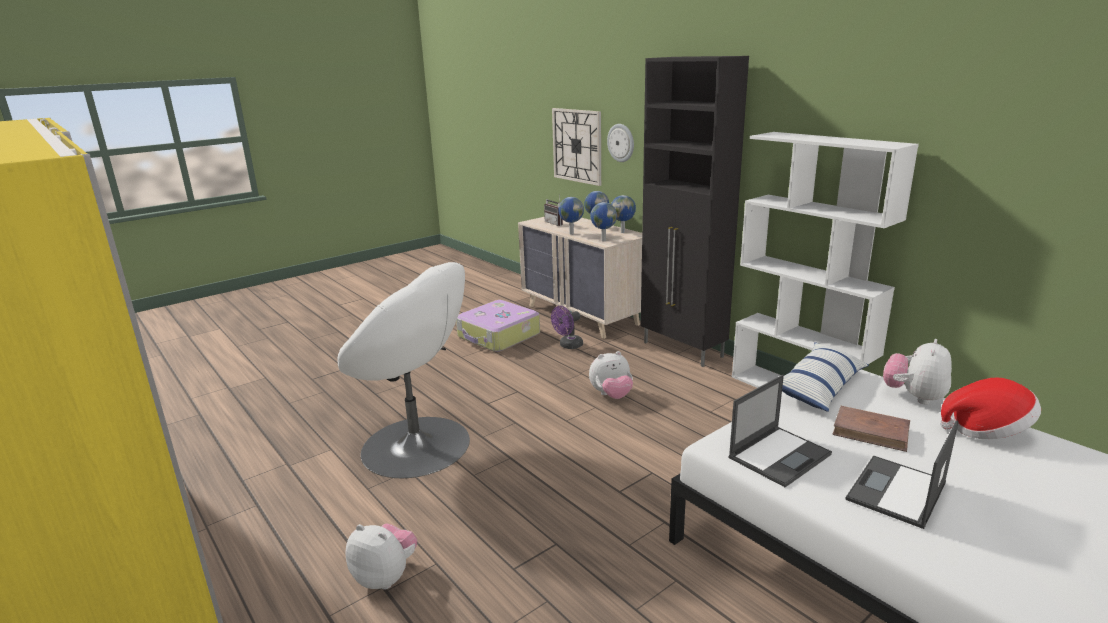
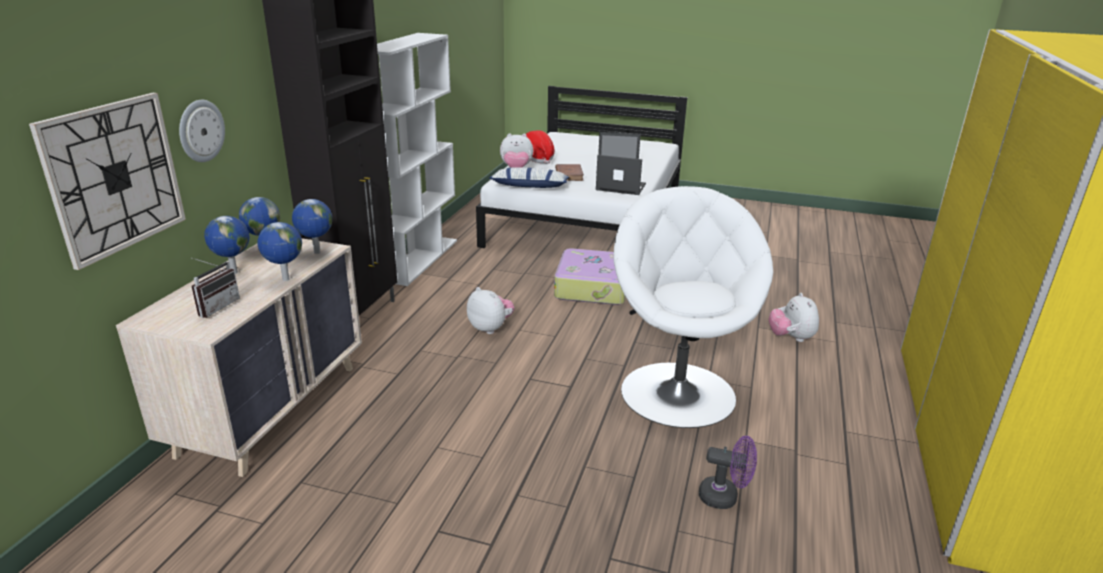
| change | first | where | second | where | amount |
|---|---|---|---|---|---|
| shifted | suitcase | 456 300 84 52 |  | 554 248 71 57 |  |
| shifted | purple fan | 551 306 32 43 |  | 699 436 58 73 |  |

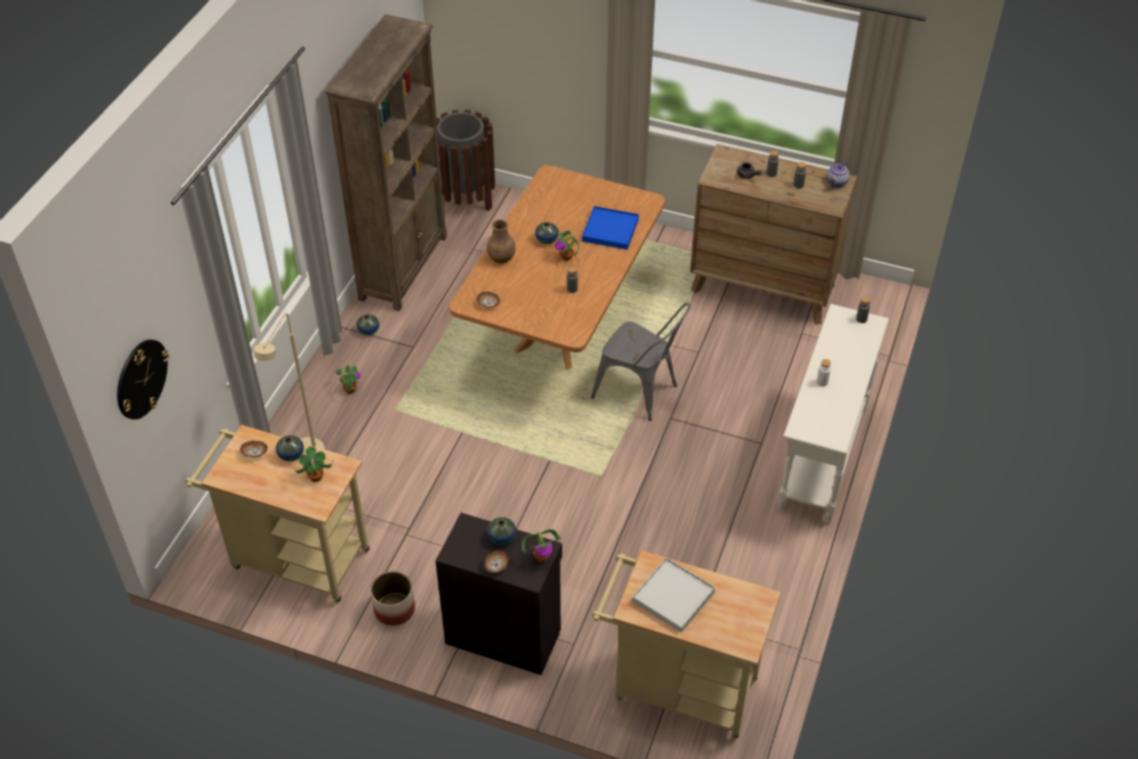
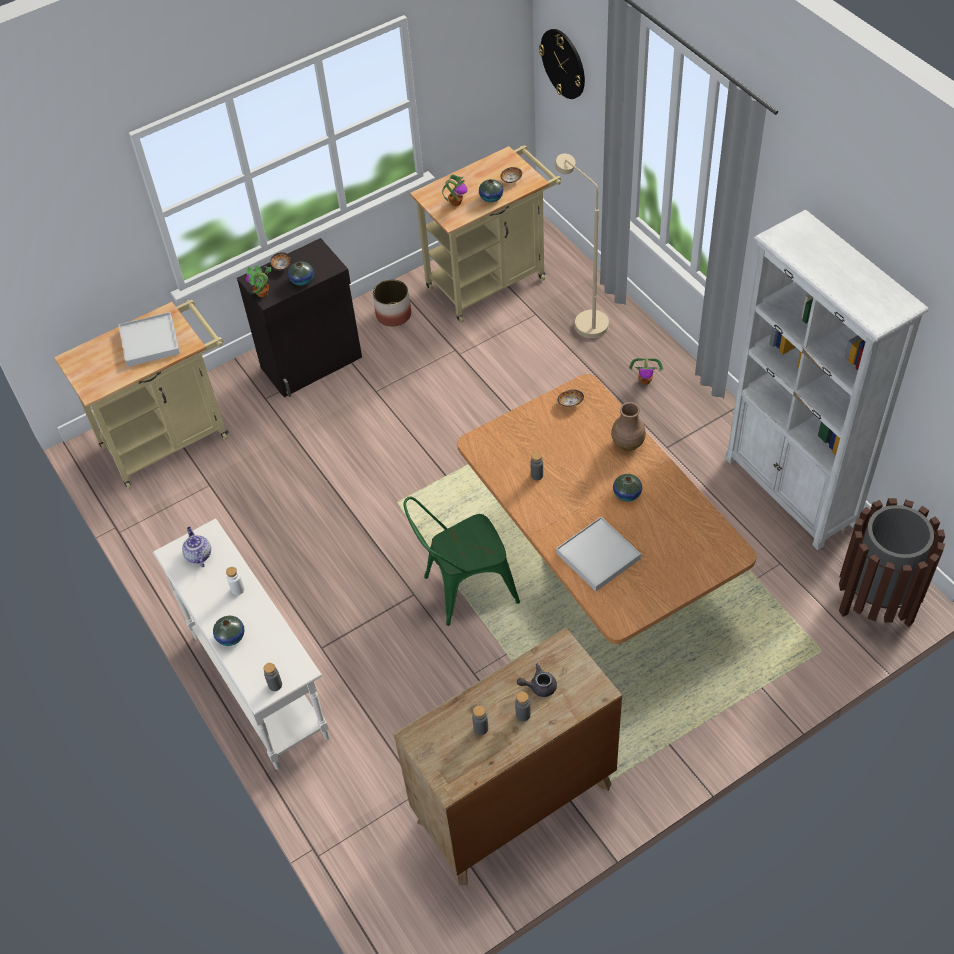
| change | first | where | second | where | amount |
|---|---|---|---|---|---|
| repainted | brown bookcase | 325 14 122 297 | white bookcase | 725 210 204 340 |  |
| shifted | teapot | 827 161 23 26 |  | 182 526 29 41 |  |
| repainted | blue tray | 582 206 57 44 | white tray | 556 517 85 74 |  |
| gone | potted plant | 555 230 25 31 |  |  |  |
| repainted | grey chair | 591 303 100 118 | green chair | 404 496 116 130 |  |
| shifted | vase | 357 314 22 21 |  | 213 616 32 30 |  |

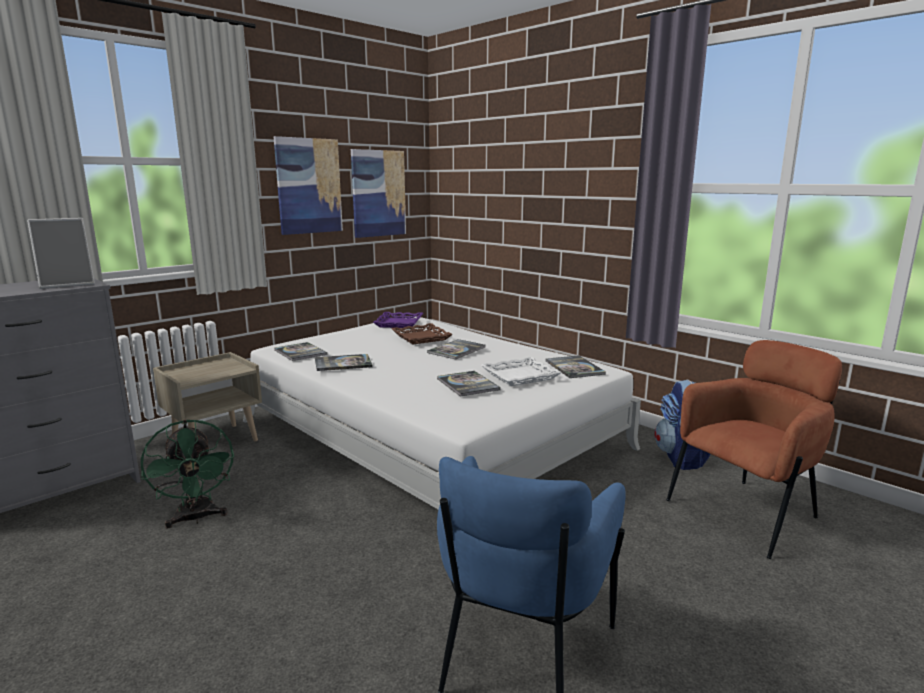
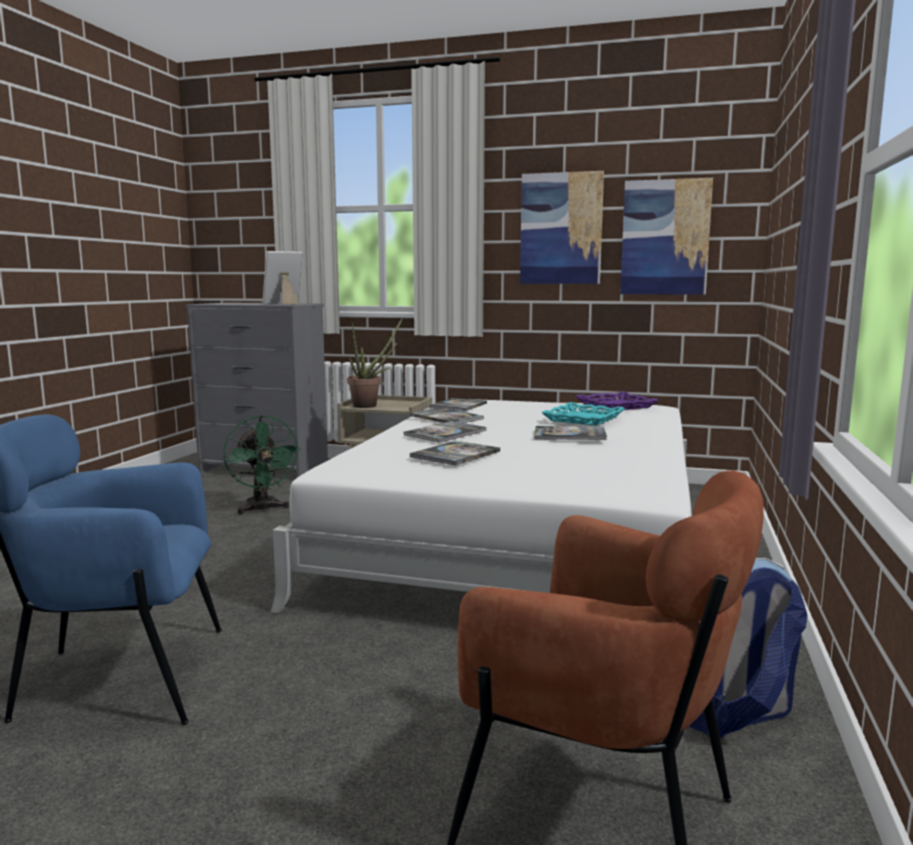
| change | first | where | second | where | amount |
|---|---|---|---|---|---|
| rotated | picture frame | 27 218 68 71 |  | 263 251 40 54 | 120 degrees clockwise |
| repainted | brown tray | 391 323 62 21 | turquoise tray | 541 402 84 24 |  |
| shifted | book | 545 355 61 23 |  | 404 421 83 22 |  |
| gone | white tray | 481 357 81 29 |  |  |  |
| rotated | green fan | 141 419 93 109 |  | 223 415 78 100 | 60 degrees counterclockwise |
| new |  |  | potted plant | 347 318 56 90 |  |

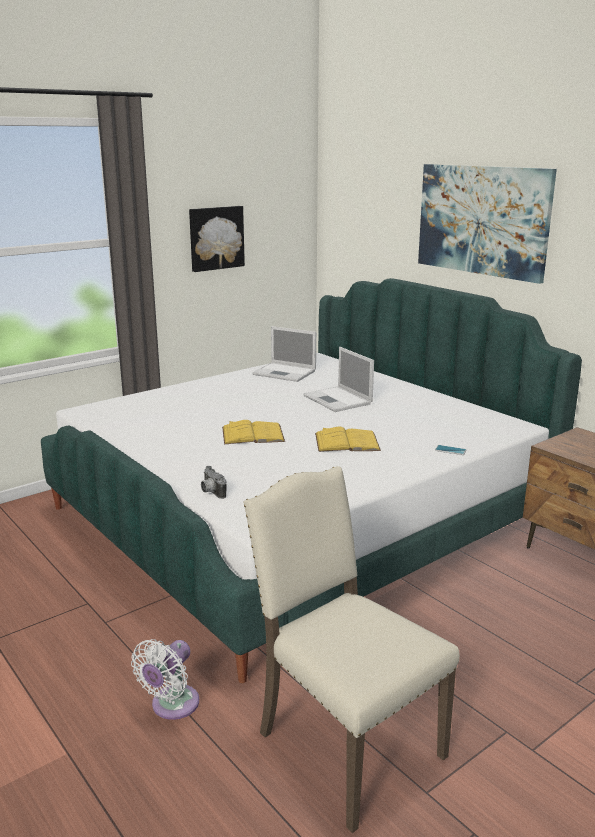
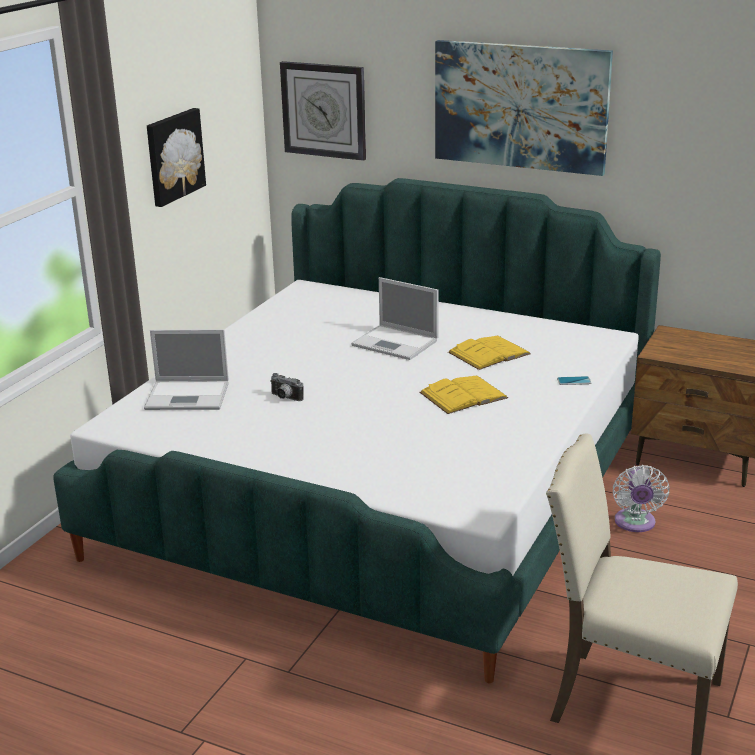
| change | first | where | second | where | amount |
|---|---|---|---|---|---|
| shifted | laptop | 253 326 63 56 |  | 144 329 85 81 |  |
| shifted | yellow book | 222 420 63 24 |  | 448 336 83 34 |  |
| shifted | photo camera | 201 466 25 33 |  | 270 373 34 28 |  |
| shifted | white fan | 131 639 68 81 |  | 613 465 56 67 |  |
| new |  |  | wall clock | 280 61 86 100 |  |

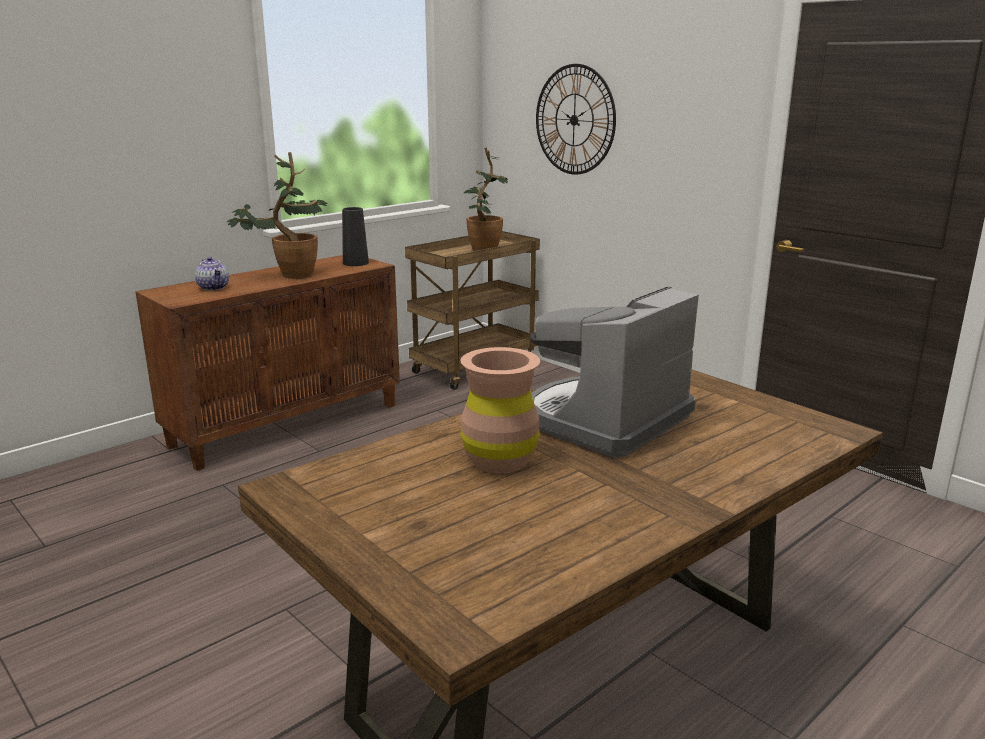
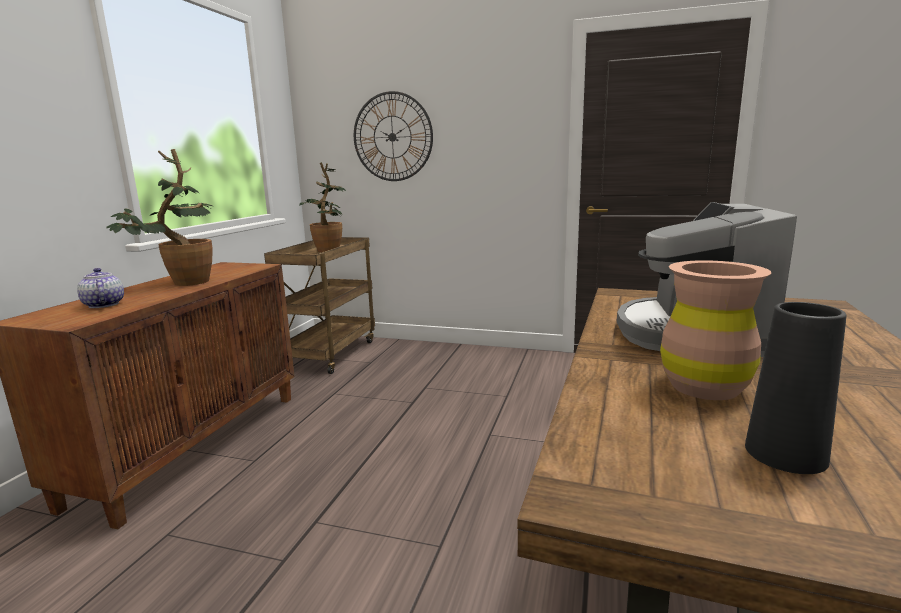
| change | first | where | second | where | amount |
|---|---|---|---|---|---|
| shifted | black vase | 342 207 27 59 |  | 745 302 102 172 |  |
| rotated | teapot | 195 257 34 34 |  | 77 268 47 40 | 150 degrees counterclockwise |

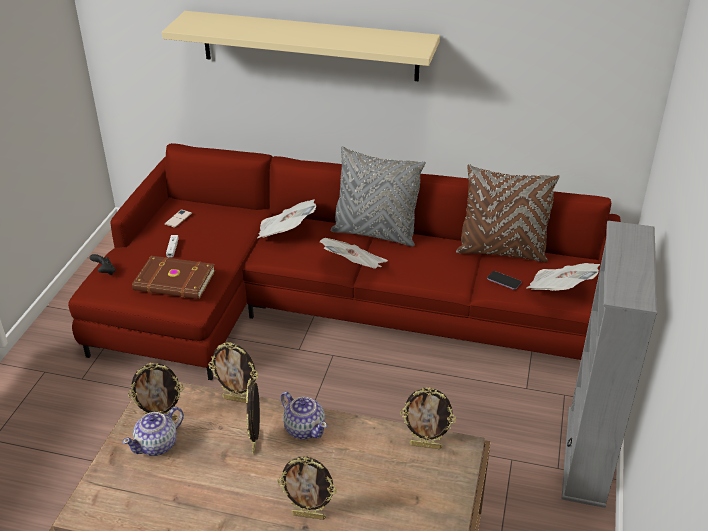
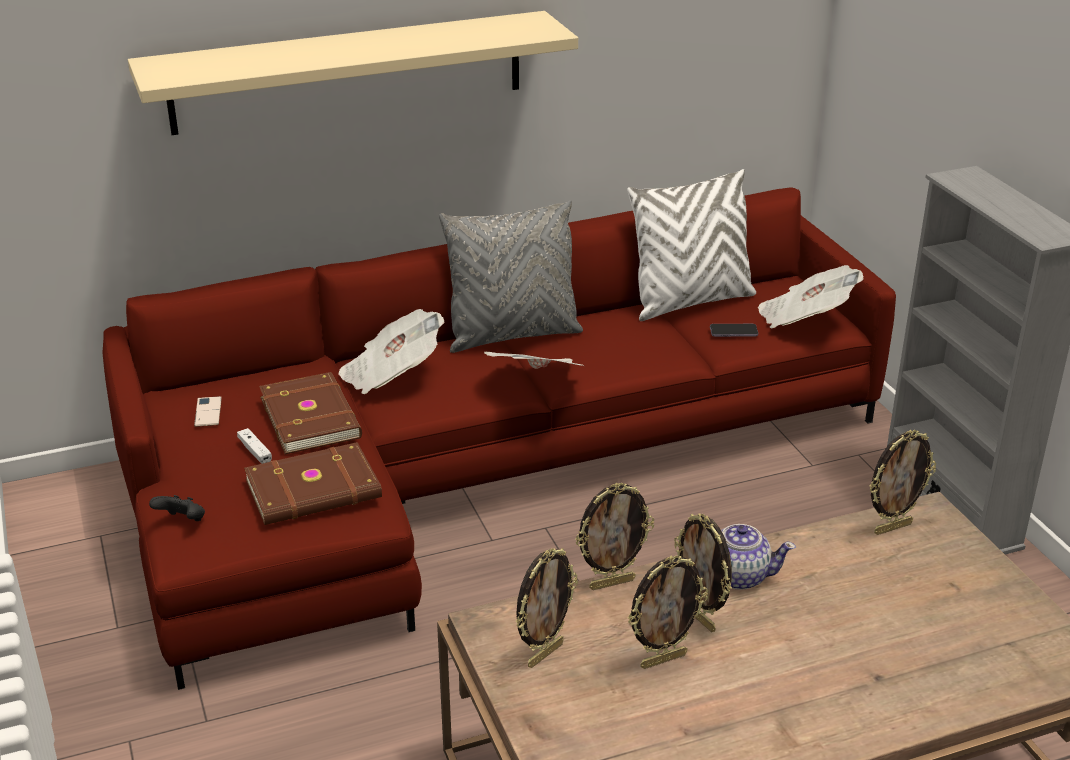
| change | first | where | second | where | amount |
|---|---|---|---|---|---|
| repainted | brown pillow | 456 164 104 99 | white pillow | 627 169 129 152 |  |
| gone | teapot | 122 407 62 49 |  |  |  |
| shifted | picture frame | 277 457 60 63 |  | 628 556 80 113 |  |
| new |  |  | brown book | 259 372 103 82 |  |

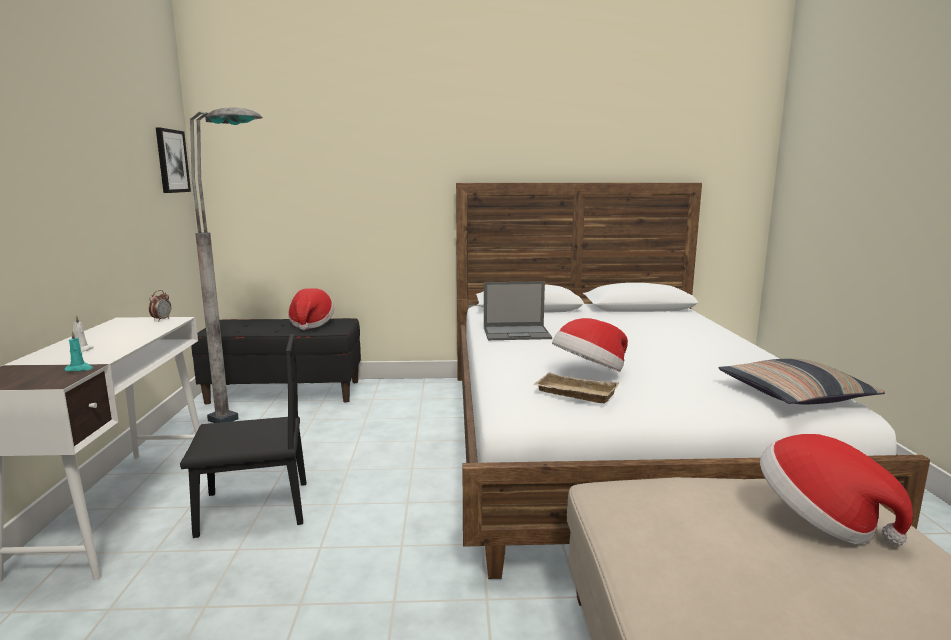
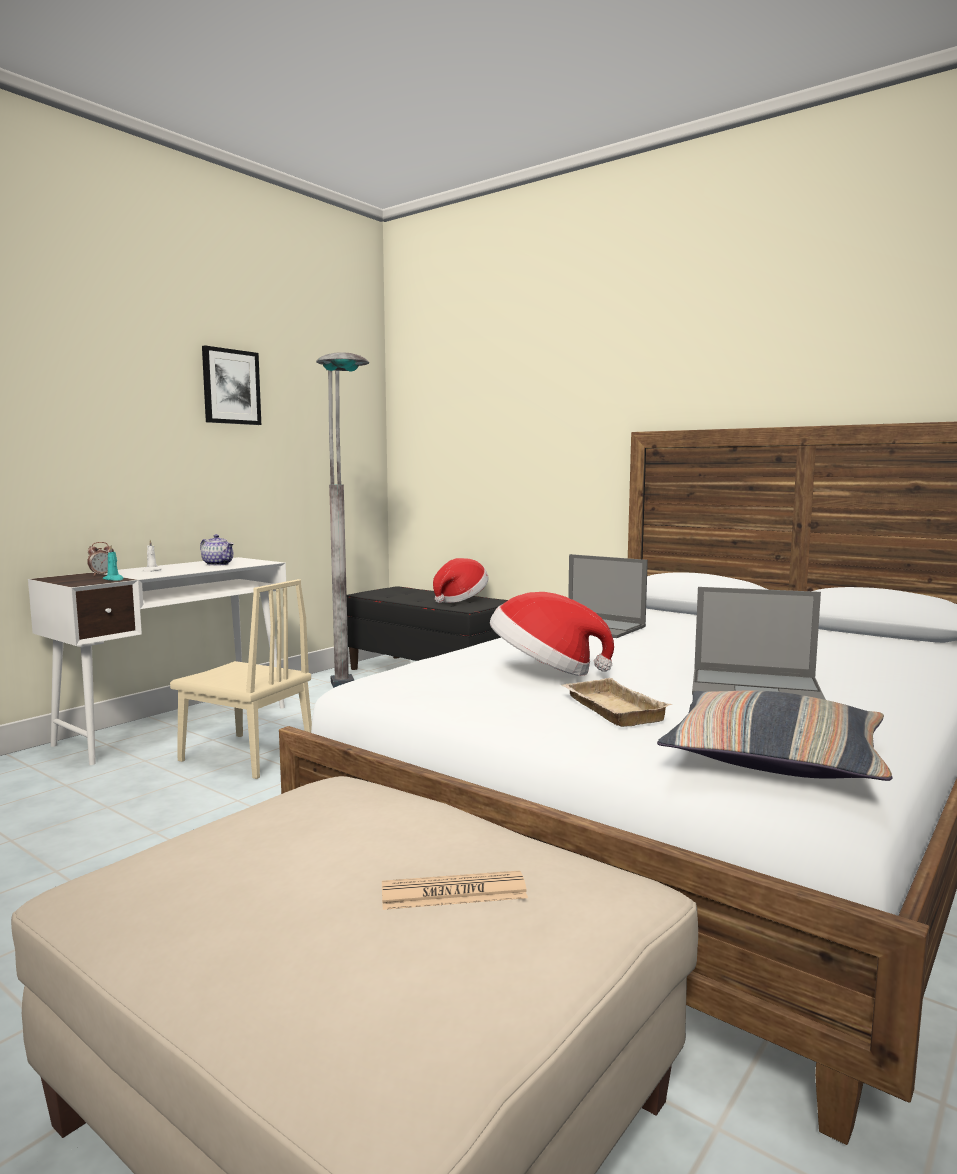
| change | first | where | second | where | amount |
|---|---|---|---|---|---|
| shifted | picture | 156 127 35 66 |  | 202 346 59 79 |  |
| shifted | alarm clock | 149 290 22 30 |  | 87 542 27 34 |  |
| repainted | black chair | 180 334 126 204 | beige chair | 170 579 142 200 |  |
| shifted | beige tray | 533 372 87 31 |  | 562 678 110 49 |  |
| swapped | hat | 760 434 153 112 | newspaper | 382 870 146 40 |  |
| new |  |  | teapot | 200 534 34 32 |  |
| new |  |  | laptop | 692 587 134 113 |  |

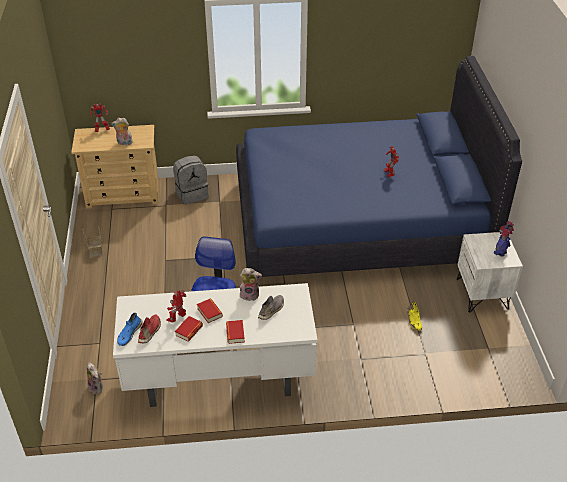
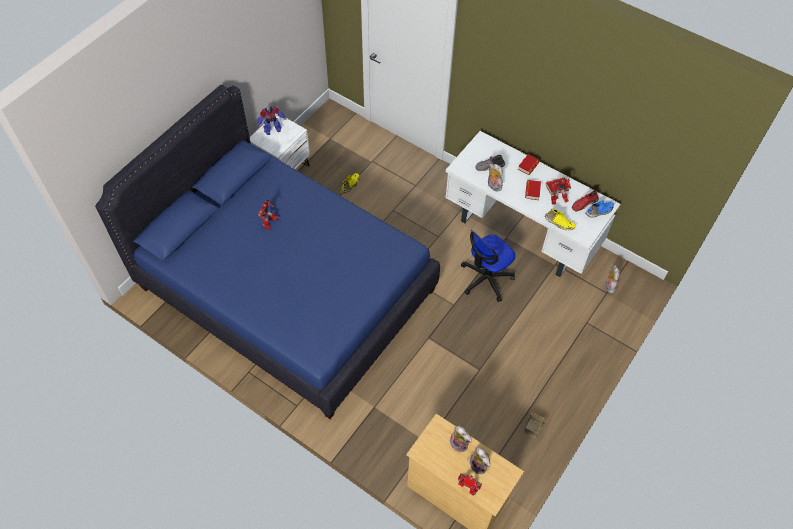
| change | first | where | second | where | amount |
|---|---|---|---|---|---|
| gone | grey backpack | 173 155 36 50 |  |  |  |
| new |  |  | yellow shoe | 545 208 31 22 |  |
| new |  |  | plush toy | 470 447 20 27 |  |

